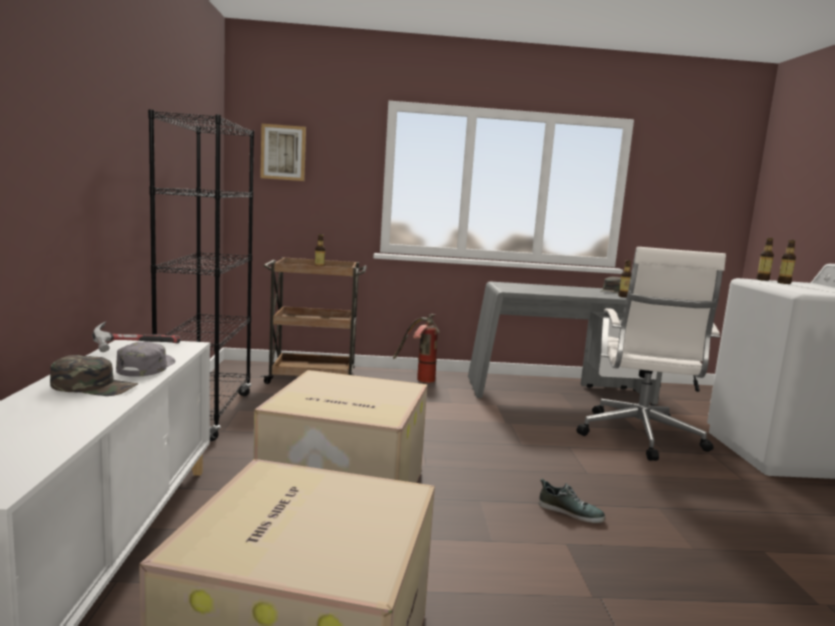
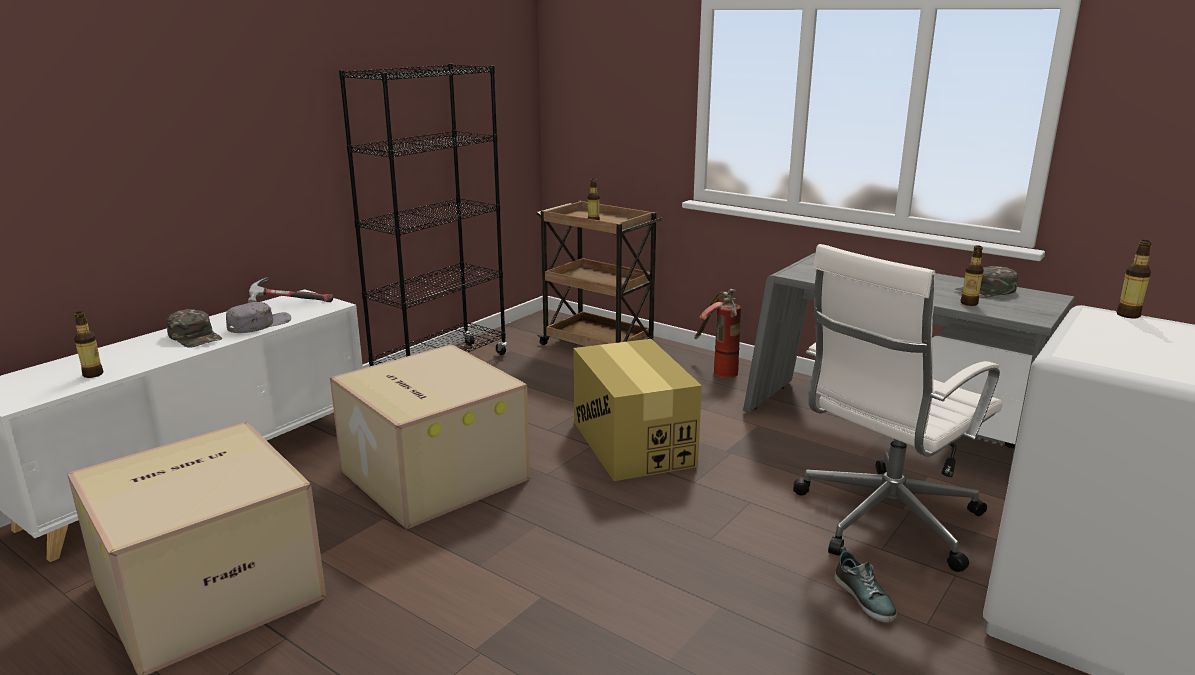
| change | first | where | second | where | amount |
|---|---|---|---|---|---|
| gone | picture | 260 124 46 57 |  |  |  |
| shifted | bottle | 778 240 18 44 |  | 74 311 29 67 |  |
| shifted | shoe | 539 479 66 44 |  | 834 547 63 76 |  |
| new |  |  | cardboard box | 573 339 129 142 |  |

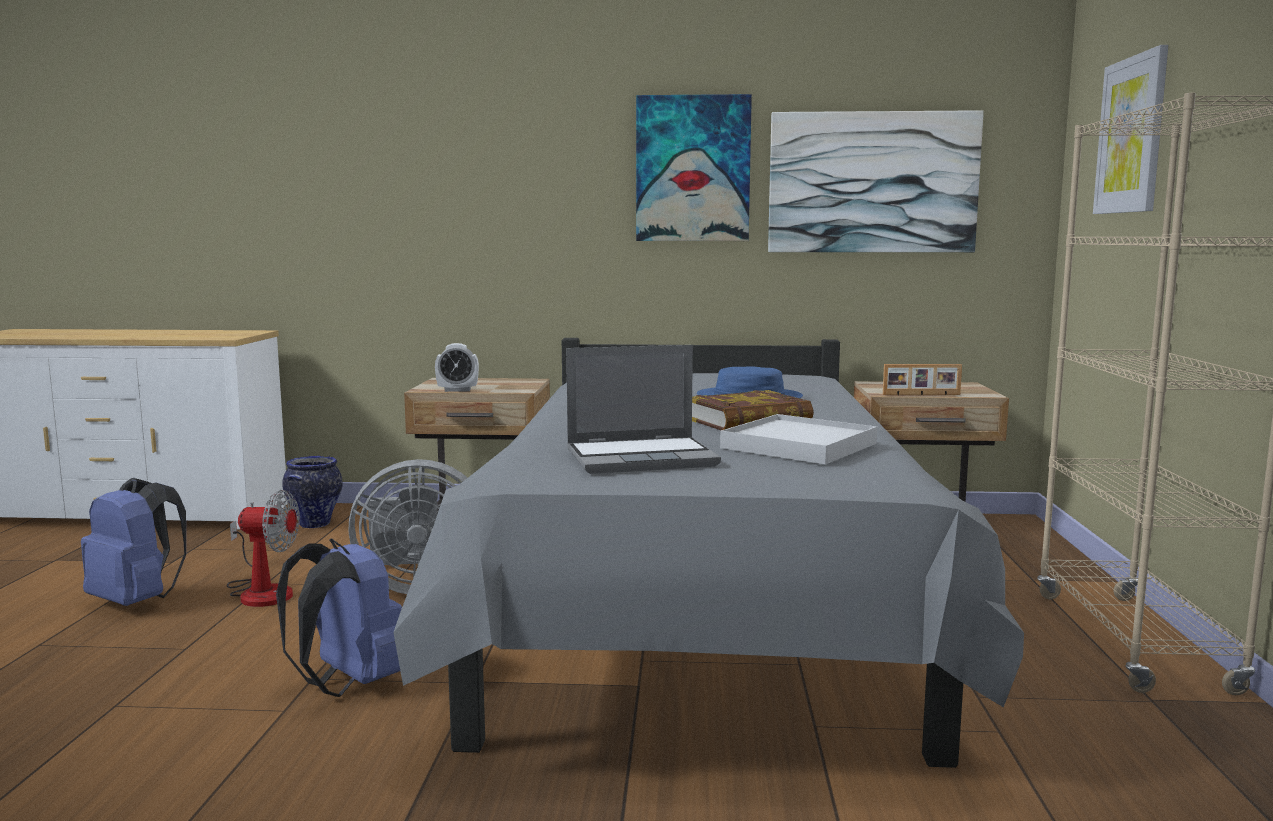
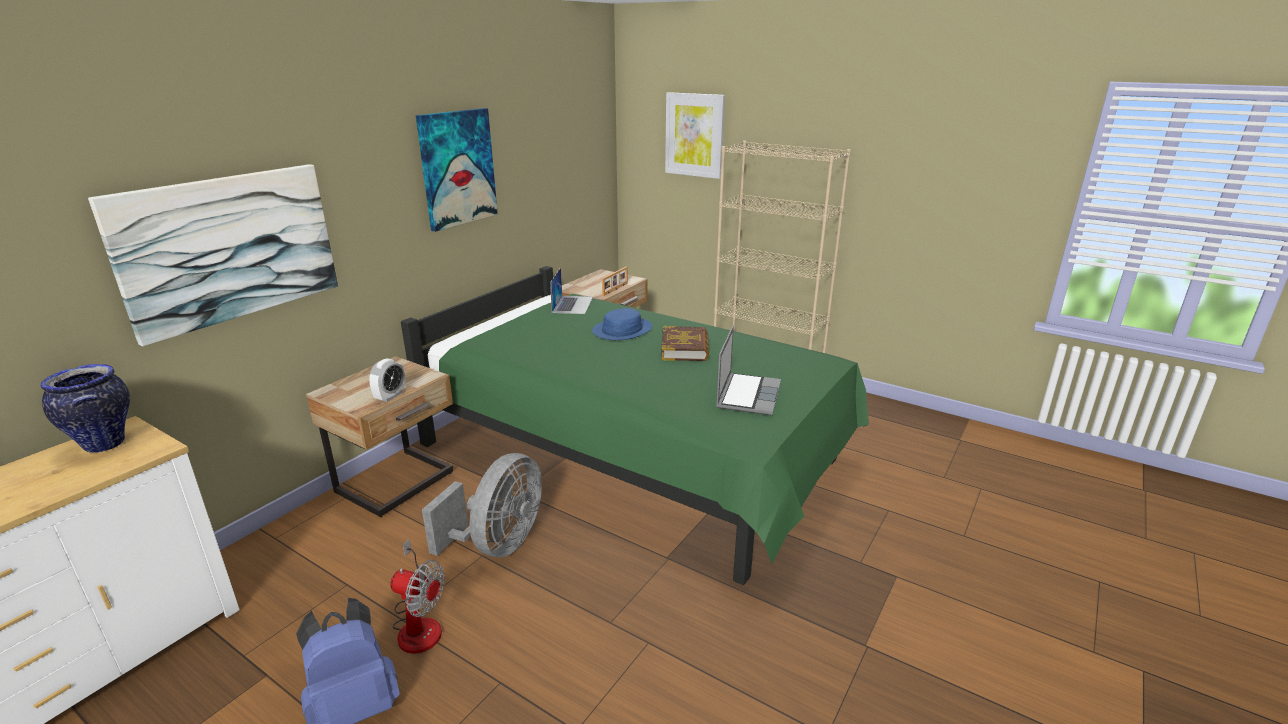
| change | first | where | second | where | amount |
|---|---|---|---|---|---|
| shifted | picture | 768 110 216 142 |  | 88 164 250 183 |  |
| repainted | grey bed | 393 338 631 430 | green bed | 401 266 468 319 |  |
| gone | white tray | 720 414 157 51 |  |  |  |
| shifted | vase | 282 456 61 72 |  | 41 364 89 89 |  |
| rotated | fan | 227 490 73 117 |  | 390 539 55 115 | 75 degrees clockwise |
| gone | blue backpack | 276 538 126 159 |  |  |  |
| new |  |  | laptop | 550 267 43 47 |  |

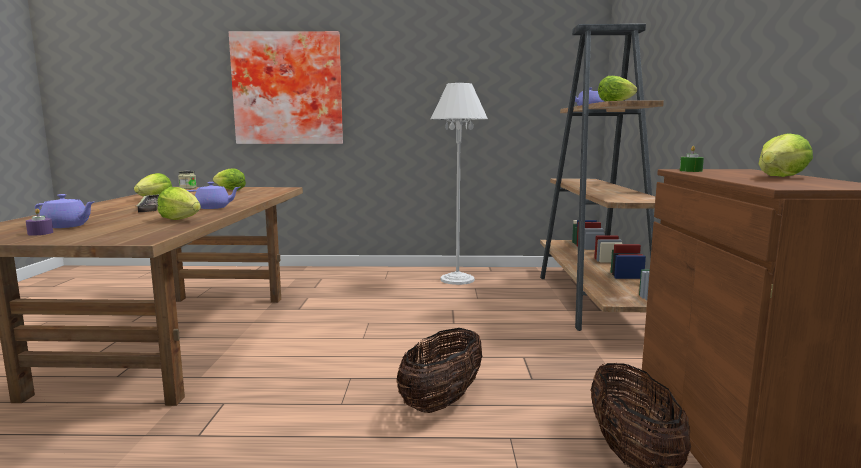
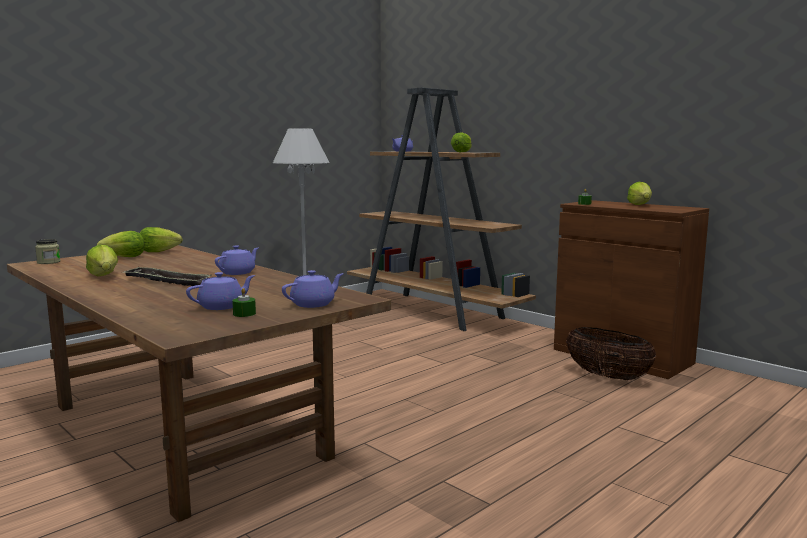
| change | first | where | second | where | amount |
|---|---|---|---|---|---|
| gone | picture | 229 31 114 113 |  |  |  |
| shifted | lettuce | 157 187 44 33 |  | 140 227 43 25 |  |
| repainted | purple candle | 26 208 27 28 | green candle | 232 288 24 29 |  |
| gone | basket | 396 328 86 85 |  |  |  |
| new |  |  | purple teapot | 282 270 62 38 |  |

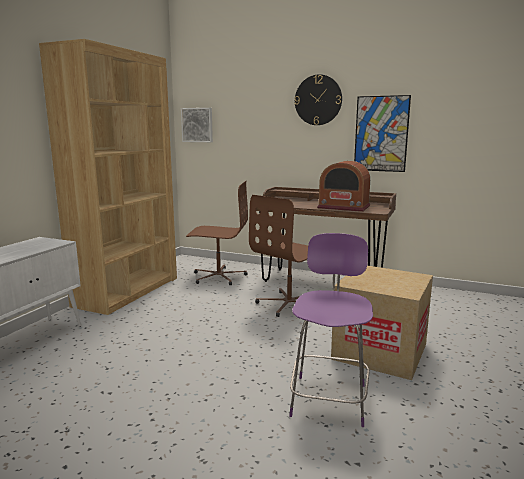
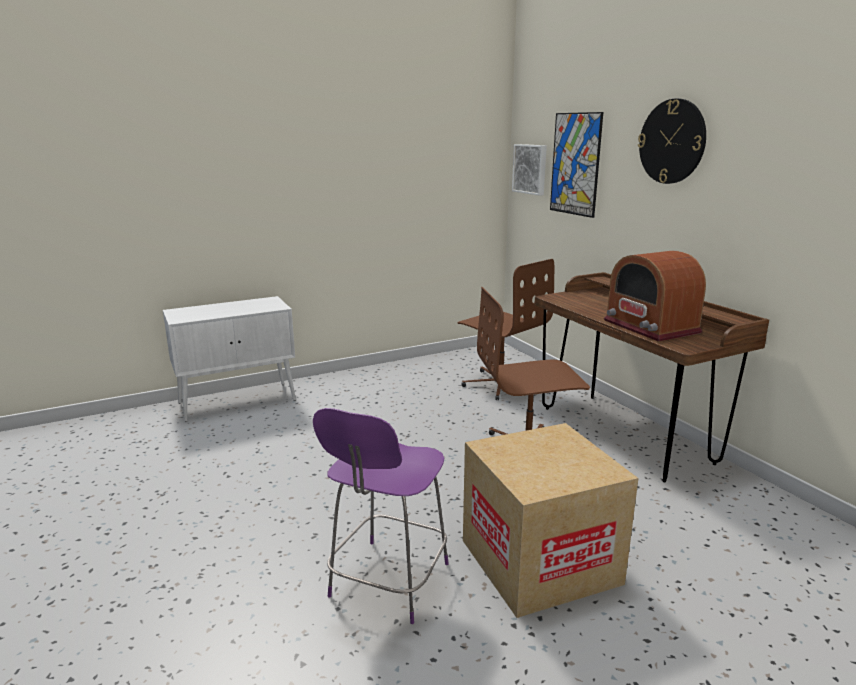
| change | first | where | second | where | amount |
|---|---|---|---|---|---|
| gone | brown bookcase | 39 39 138 276 |  |  |  |
| shifted | picture | 354 95 57 77 |  | 550 112 53 106 |  |
| rotated | purple chair | 289 233 84 194 |  | 313 408 136 216 | 150 degrees clockwise |

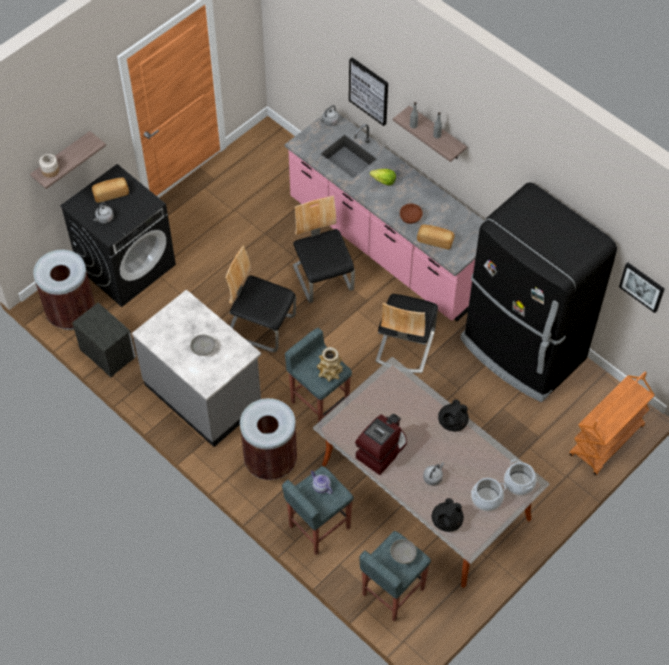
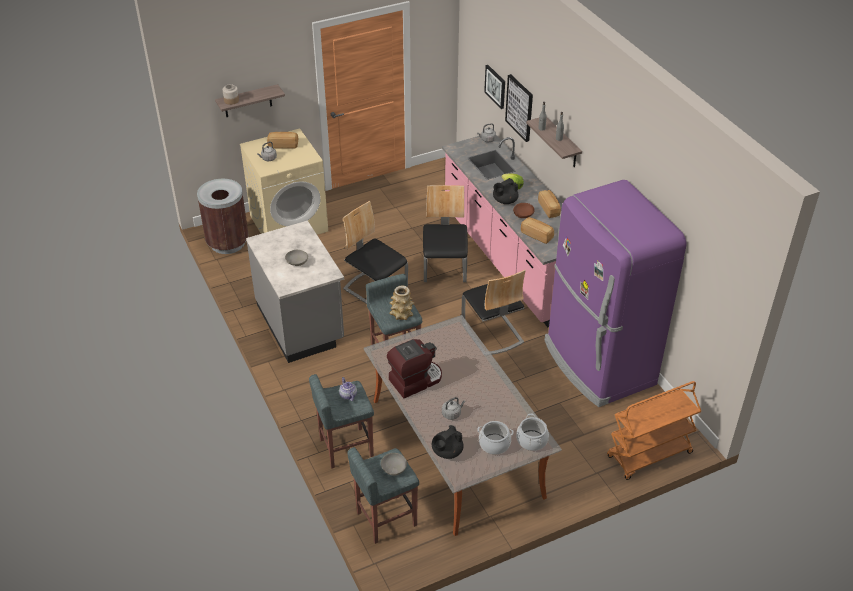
| change | first | where | second | where | amount |
|---|---|---|---|---|---|
| repainted | black washing machine | 60 164 116 143 | beige washing machine | 240 128 88 107 |  |
| repainted | black fridge | 460 182 157 220 | purple fridge | 545 180 142 227 |  |
| shifted | picture | 619 262 46 51 |  | 484 65 21 44 |  |
| rotated | chair | 375 294 63 79 |  | 462 270 64 85 | 60 degrees counterclockwise |
| gone | nightstand | 72 303 64 75 |  |  |  |
| gone | brown trash can | 240 398 57 82 |  |  |  |
| shifted | black teapot | 438 399 31 32 |  | 493 178 26 26 |  |
| new |  |  | bread | 538 190 23 28 |  |

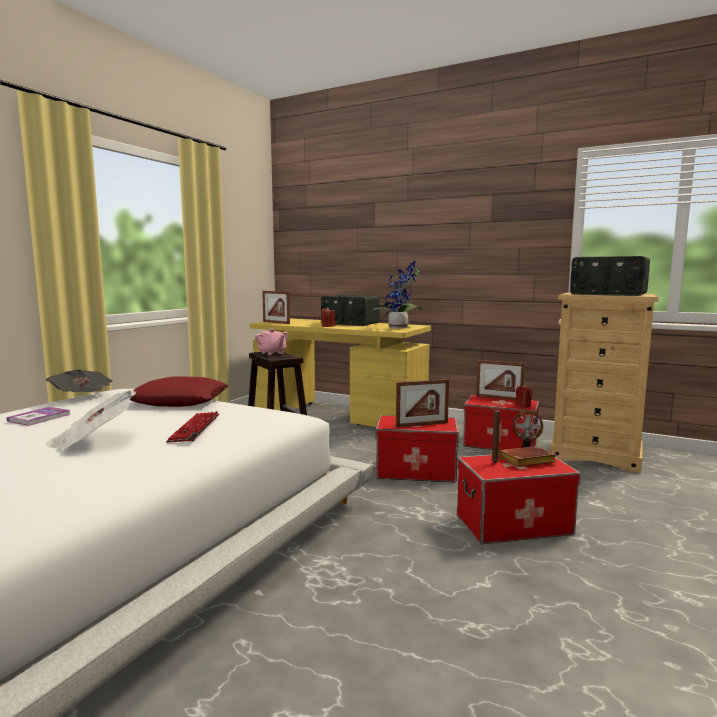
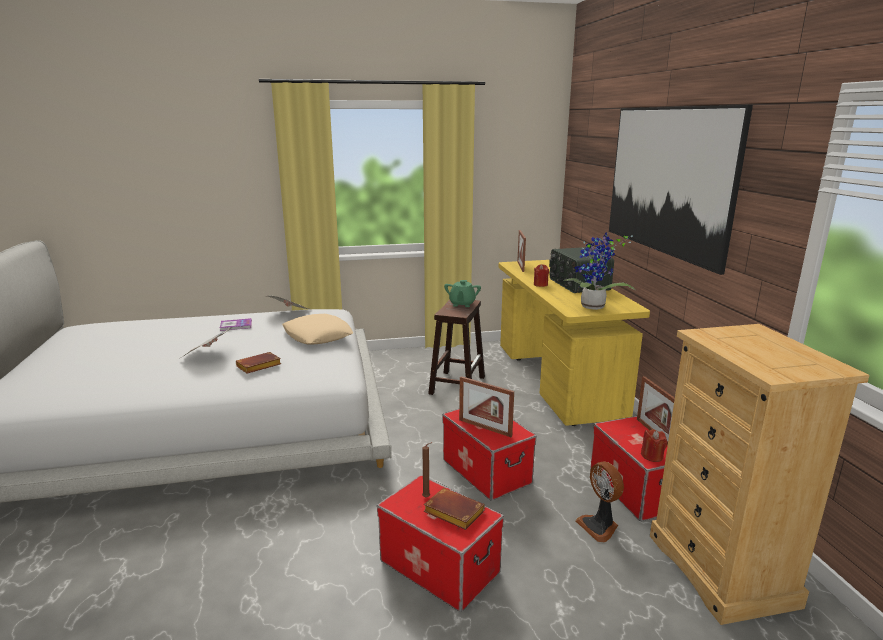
| change | first | where | second | where | amount |
|---|---|---|---|---|---|
| gone | radio | 570 256 80 40 |  |  |  |
| repainted | pink teapot | 255 329 33 26 | green teapot | 444 280 37 27 |  |
| repainted | red pillow | 130 376 99 31 | beige pillow | 282 314 71 31 |  |
| swapped | keyboard | 166 411 53 32 | brown book | 236 352 45 21 |  |
| new |  |  | picture | 609 105 144 170 |  |

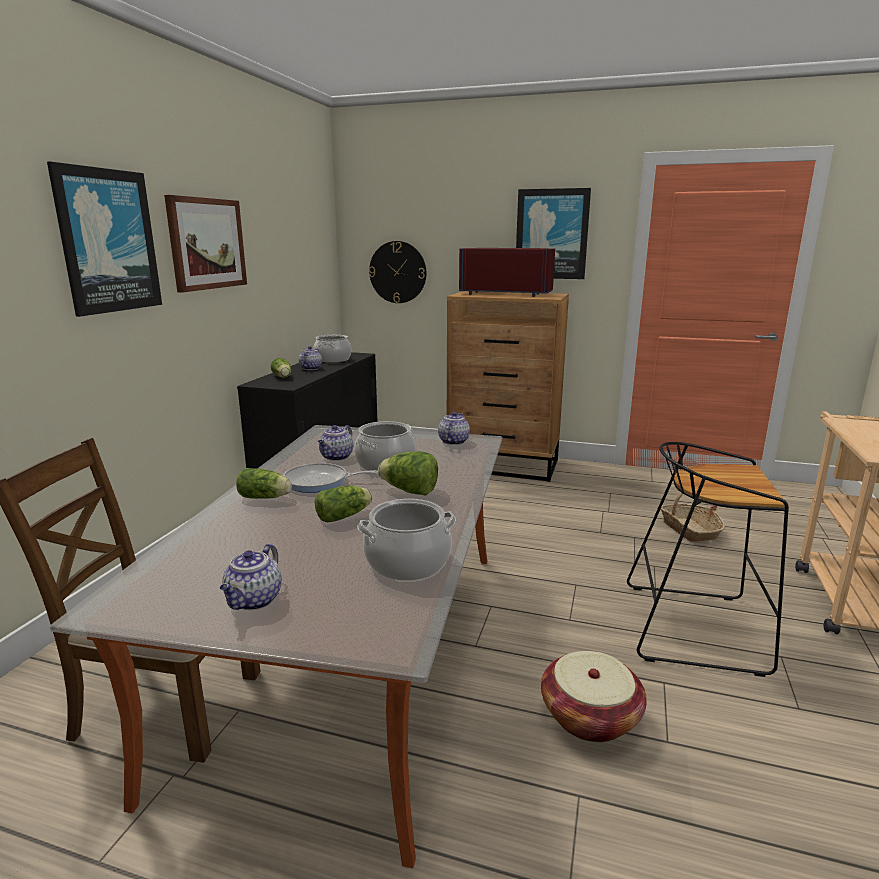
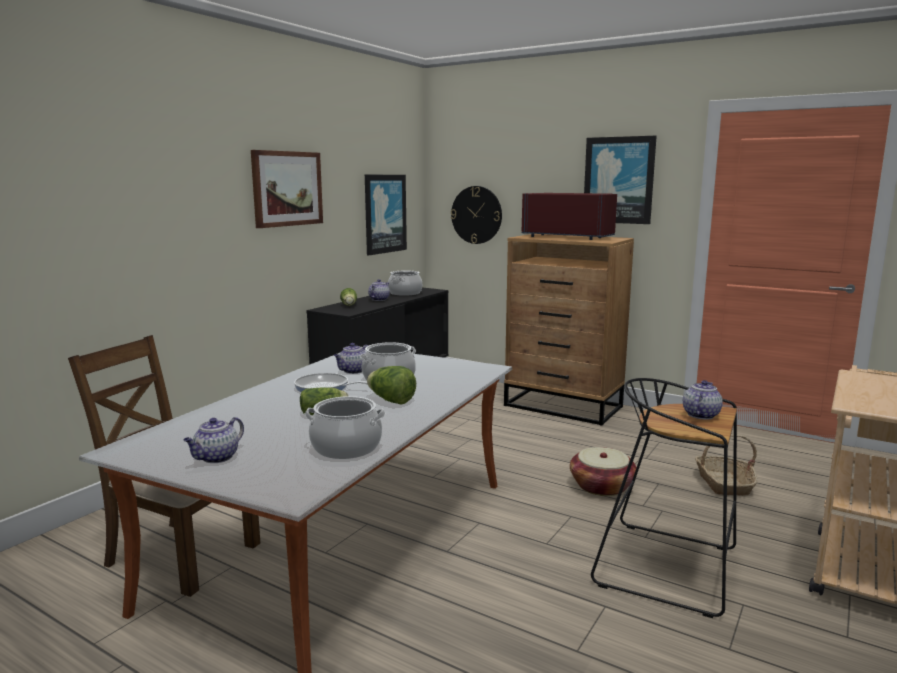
| change | first | where | second | where | amount |
|---|---|---|---|---|---|
| shifted | picture | 47 161 115 156 |  | 365 175 42 81 |  |
| shifted | teapot | 438 412 32 33 |  | 683 380 40 40 |  |
| gone | lettuce | 236 468 56 31 |  |  |  |
| shifted | basket | 541 651 106 91 |  | 570 447 67 49 |  |

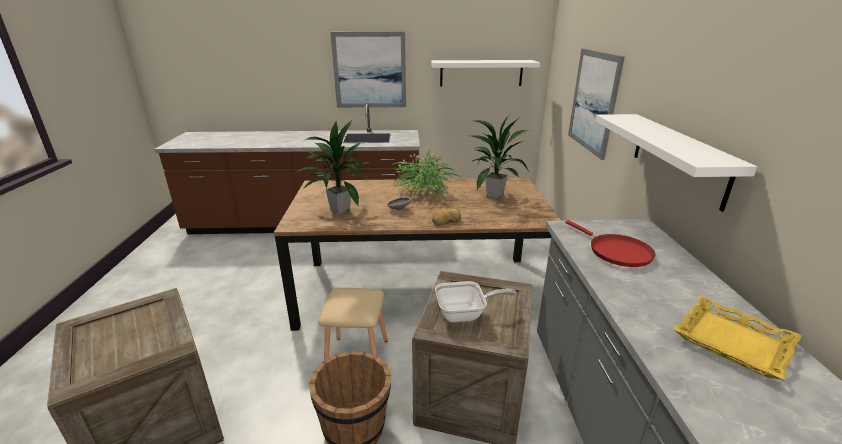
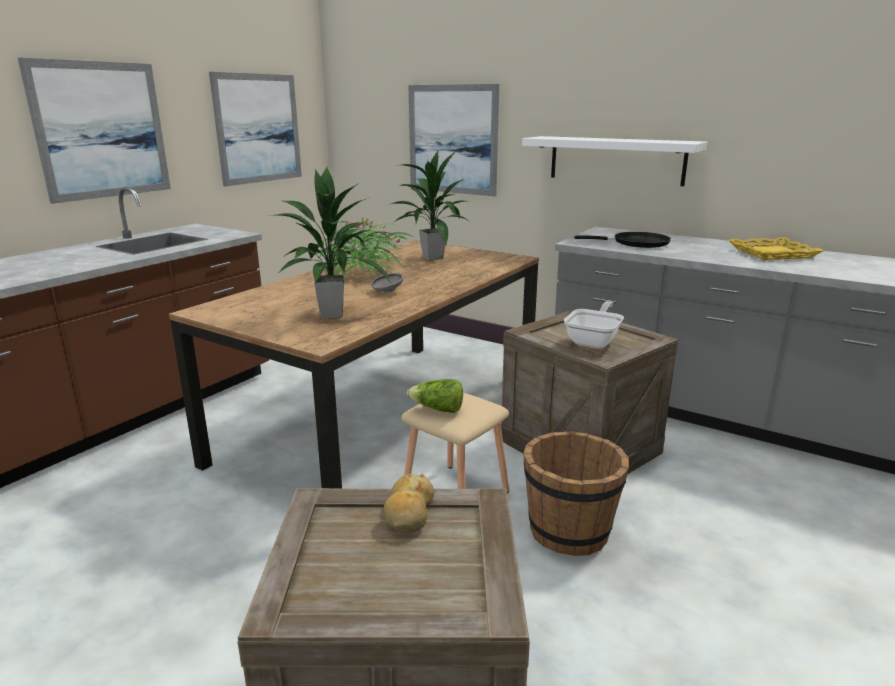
| change | first | where | second | where | amount |
|---|---|---|---|---|---|
| swapped | white shelf | 431 60 109 26 | picture | 209 72 93 114 |  |
| shifted | bread | 432 207 29 19 |  | 383 474 51 59 |  |
| repainted | red frying pan | 565 220 90 47 | black frying pan | 574 232 97 16 |  |
| new |  |  | lettuce | 407 379 56 34 |  |

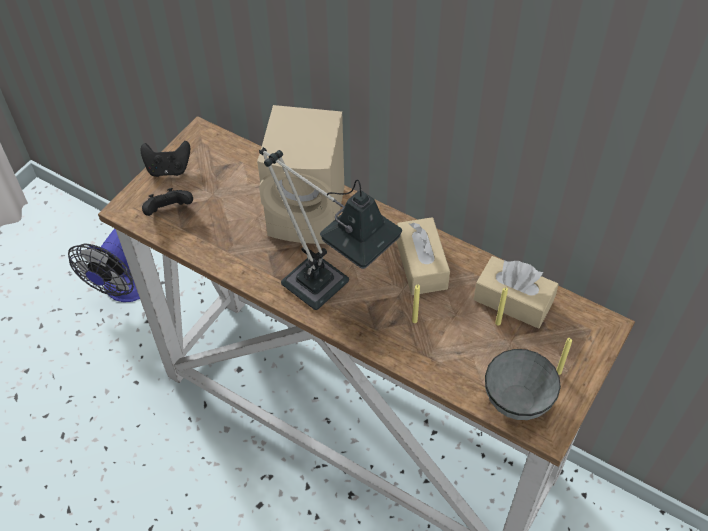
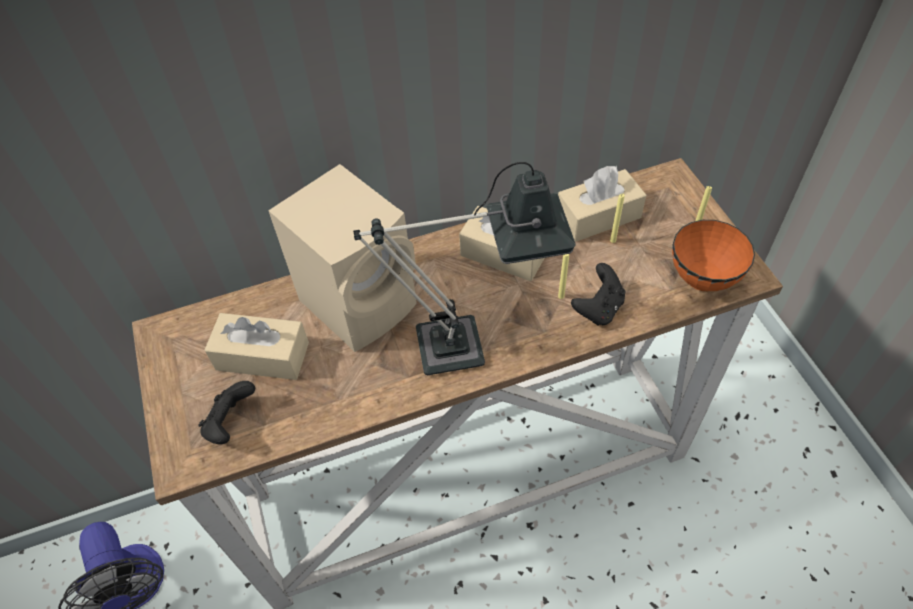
| change | first | where | second | where | amount |
|---|---|---|---|---|---|
| shifted | black game controller | 141 141 49 36 |  | 571 263 54 63 |  |
| repainted | grey bowl | 485 349 76 71 | orange bowl | 672 220 83 71 |  |
| new |  |  | beige tissue box | 205 313 104 67 |  |

